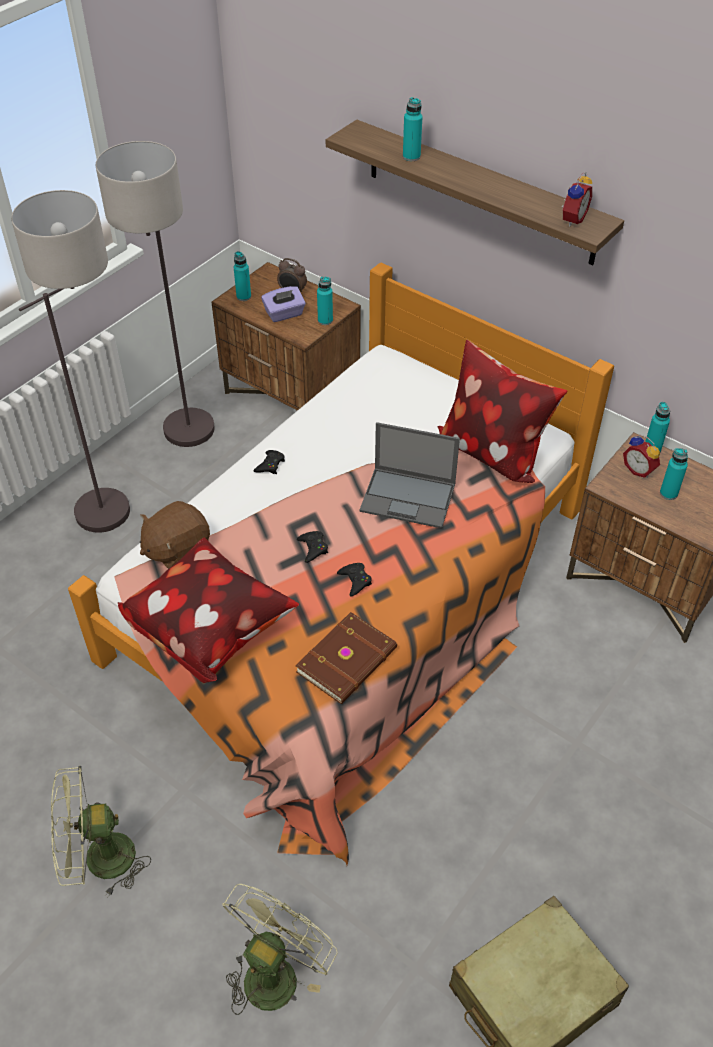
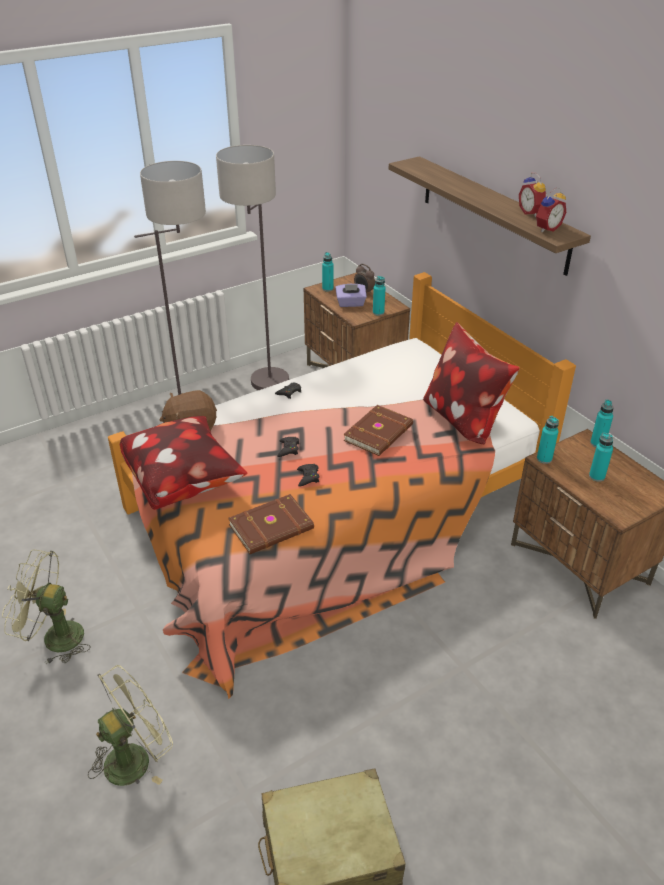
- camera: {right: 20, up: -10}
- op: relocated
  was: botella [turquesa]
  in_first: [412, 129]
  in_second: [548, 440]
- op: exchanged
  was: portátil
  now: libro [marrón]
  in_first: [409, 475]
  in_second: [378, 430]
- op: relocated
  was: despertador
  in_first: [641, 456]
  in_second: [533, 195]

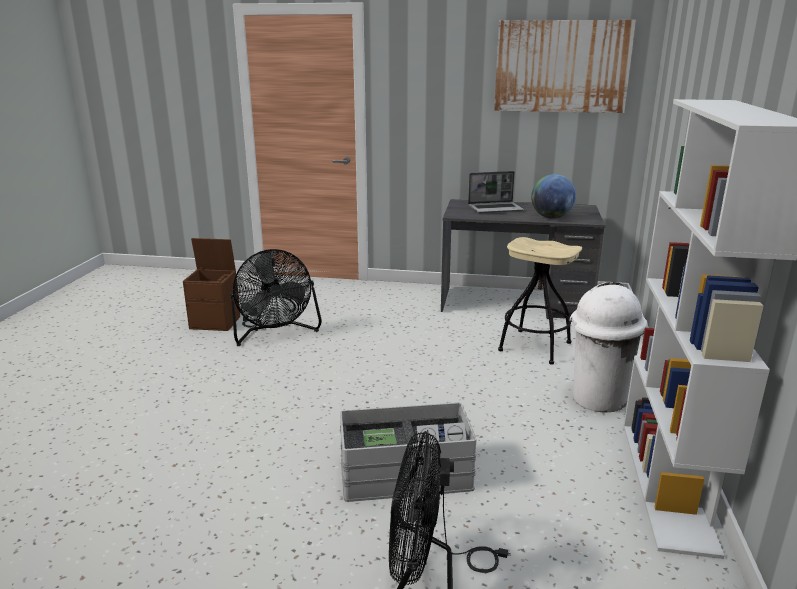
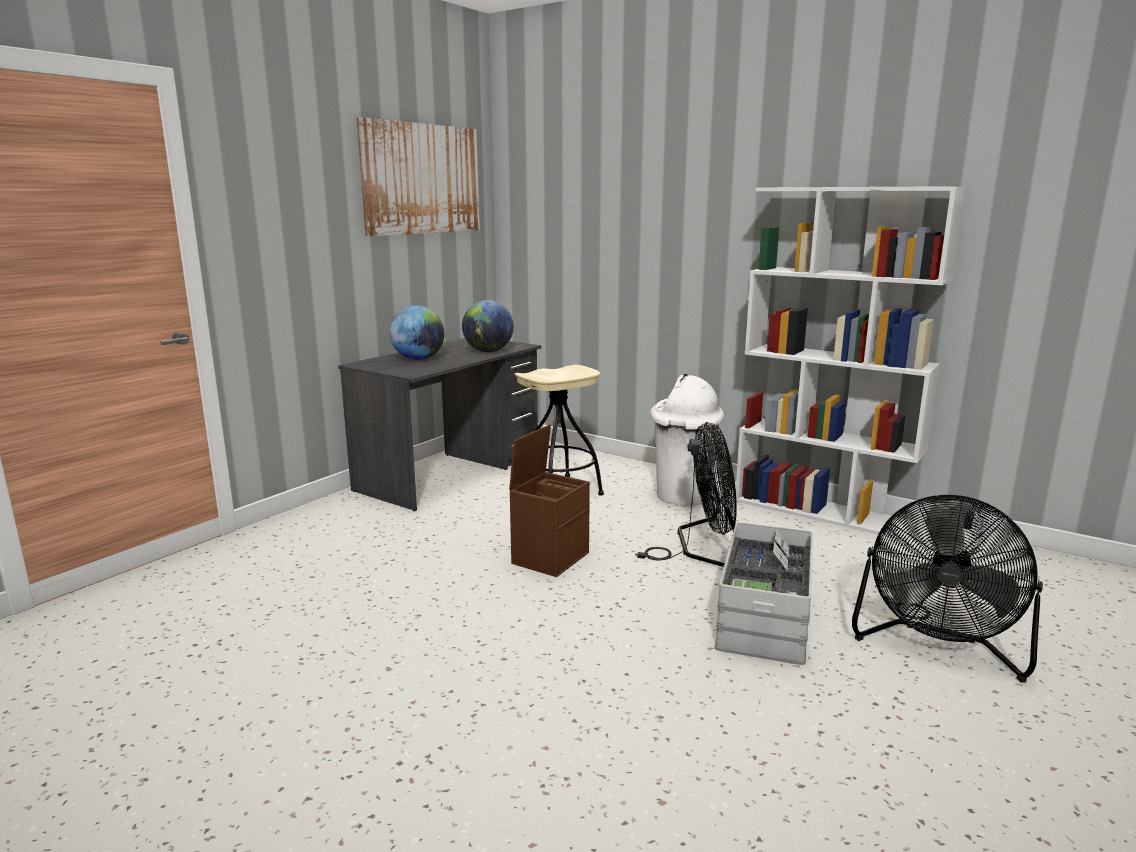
- camera: {right: -65, up: -5}
- op: exchanged
  was: portátil
  now: globo terráqueo
  in_first: [496, 192]
  in_second: [417, 333]
- op: relocated
  was: caja de almacenaje [marrón]
  in_first: [211, 284]
  in_second: [549, 500]
- op: relocated
  was: ventilador [negro]
  in_first: [276, 297]
  in_second: [686, 494]

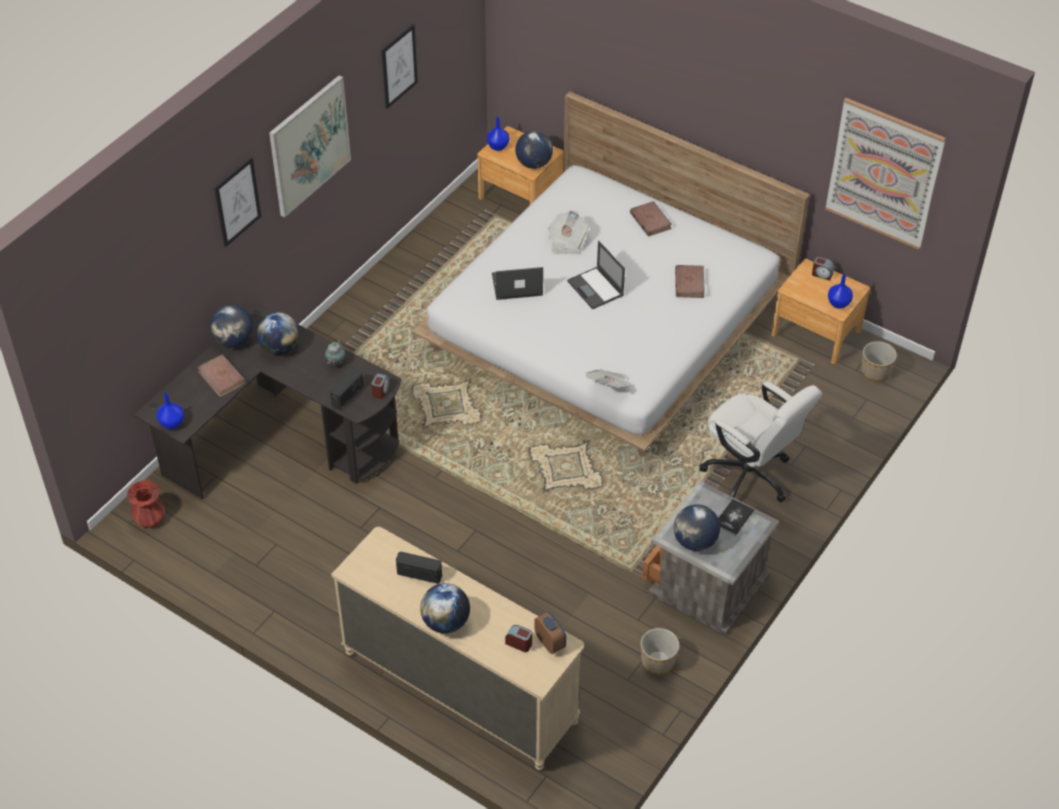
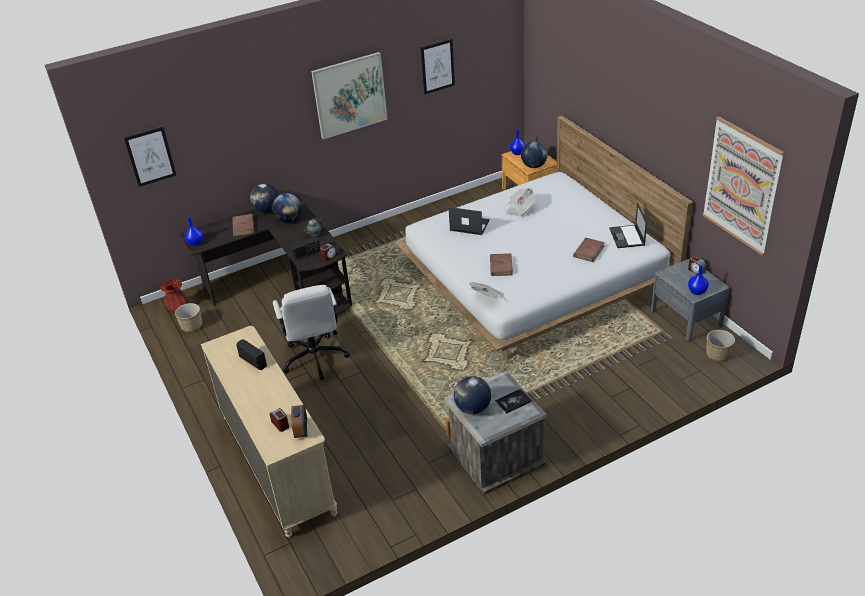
- camera: {right: 30, up: -10}
- op: relocated
  was: cuadro
  in_first: [237, 202]
  in_second: [150, 157]
- op: relocated
  was: libro [marrón]
  in_first: [651, 219]
  in_second: [501, 264]
- op: relocated
  was: portátil
  in_first: [596, 275]
  in_second: [628, 225]
- op: colour
  was: mesita de noche [marrón]
  now: mesita de noche [gris]
  in_first: [820, 312]
  in_second: [690, 300]
- op: relocated
  was: silla de oficina [blanco]
  in_first: [760, 442]
  in_second: [311, 332]
- op: missing
  was: globo terráqueo
  in_first: [445, 608]
- op: relocated
  was: maceta
  in_first: [660, 651]
  in_second: [188, 318]

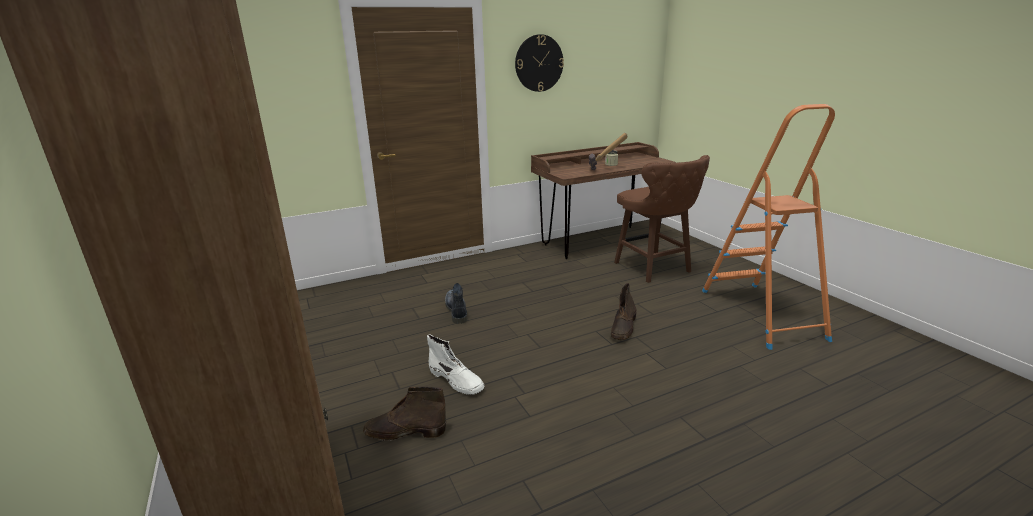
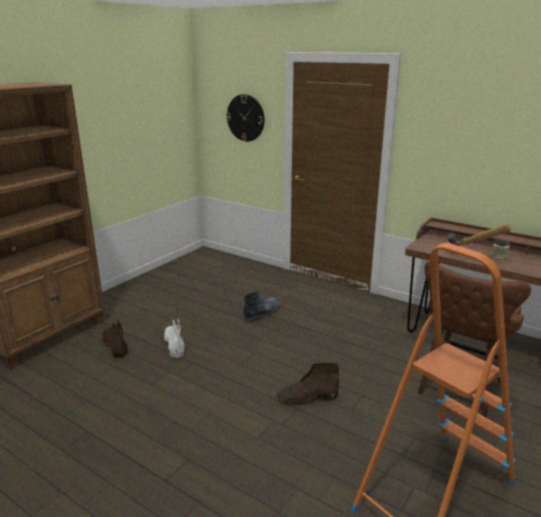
- camera: {right: 60, up: 0}
- op: relocated
  was: reloj de pared
  in_first: [539, 63]
  in_second: [245, 118]
- op: spun
  was: bota [blanco]
  in_first: [456, 364]
  in_second: [174, 338]
  clockwise: 150

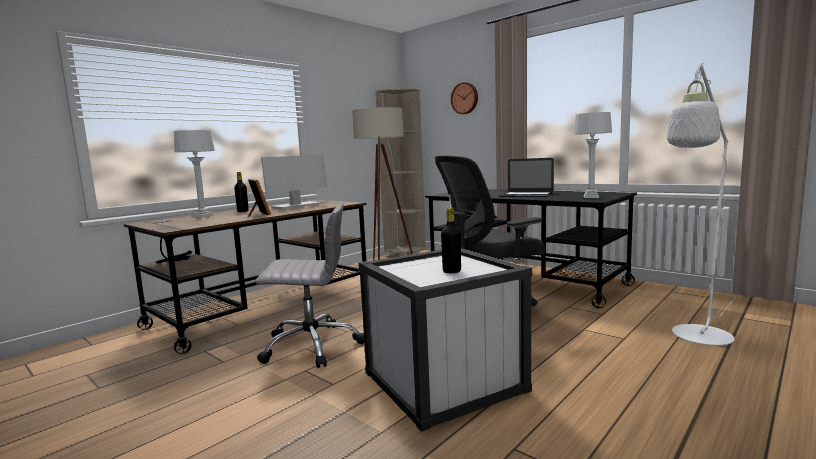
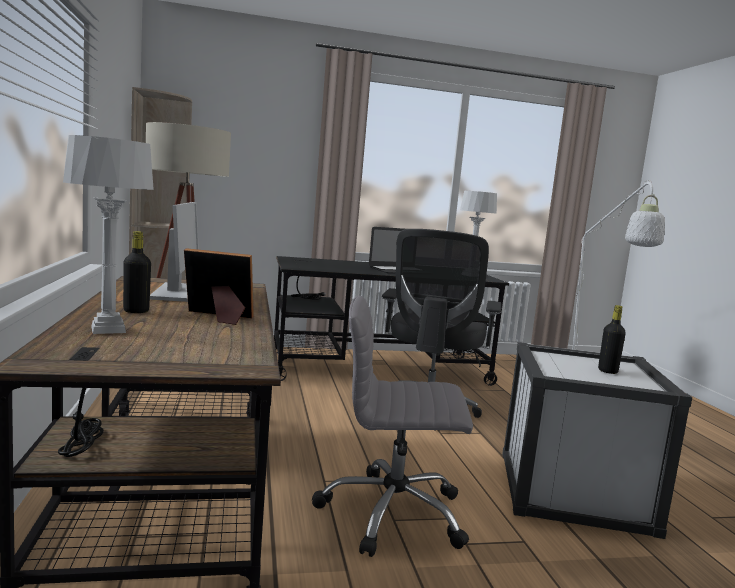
- camera: {right: -55, up: 0}
- op: missing
  was: reloj de pared
  in_first: [464, 98]
- op: spun
  was: silla de oficina [gris]
  in_first: [309, 285]
  in_second: [392, 426]
  clockwise: -120

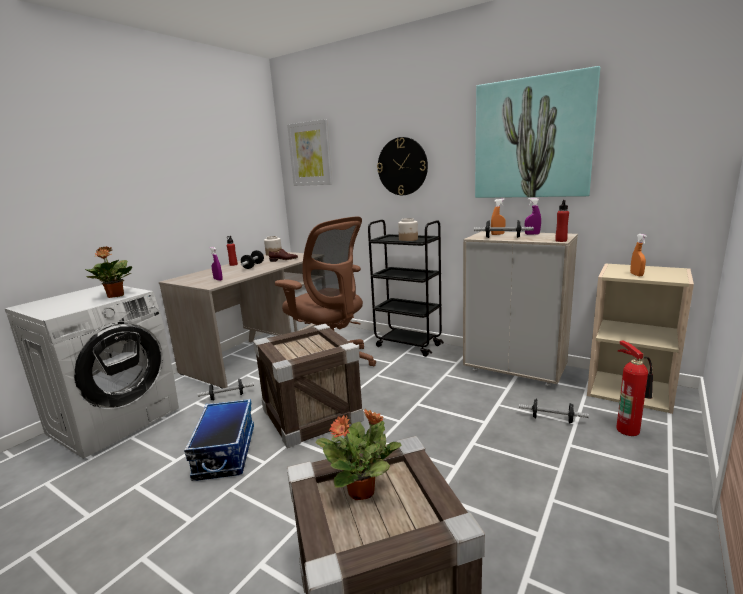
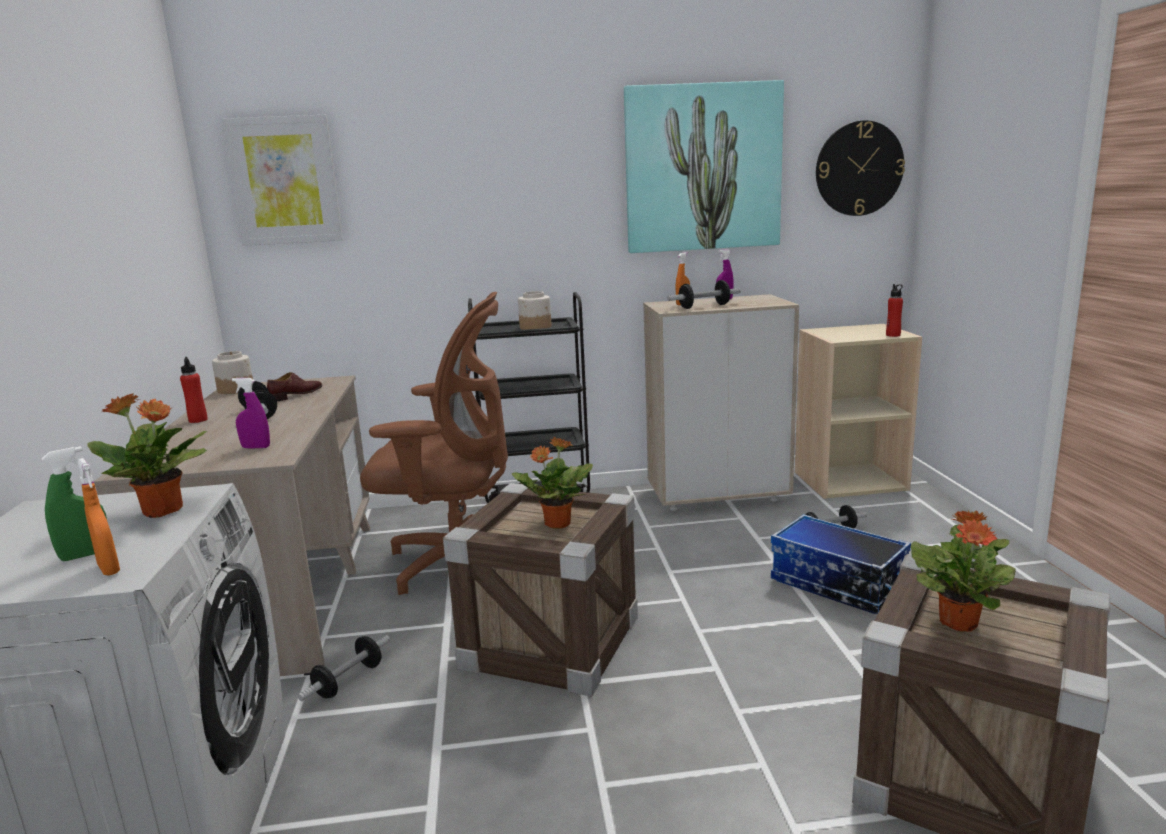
- camera: {right: -40, up: 0}
- op: relocated
  was: reloj de pared
  in_first: [402, 166]
  in_second: [860, 168]
- op: relocated
  was: botella [rojo]
  in_first: [562, 221]
  in_second: [894, 310]
- op: relocated
  was: pulverizador [naranja]
  in_first: [638, 255]
  in_second: [98, 517]
- op: missing
  was: extintor
  in_first: [634, 388]
- op: relocated
  was: caja de almacenaje
  in_first: [219, 440]
  in_second: [841, 564]
- op: appeared
  now: planta en maceta
  in_second: [552, 483]
- op: appeared
  now: pulverizador [verde]
  in_second: [74, 503]

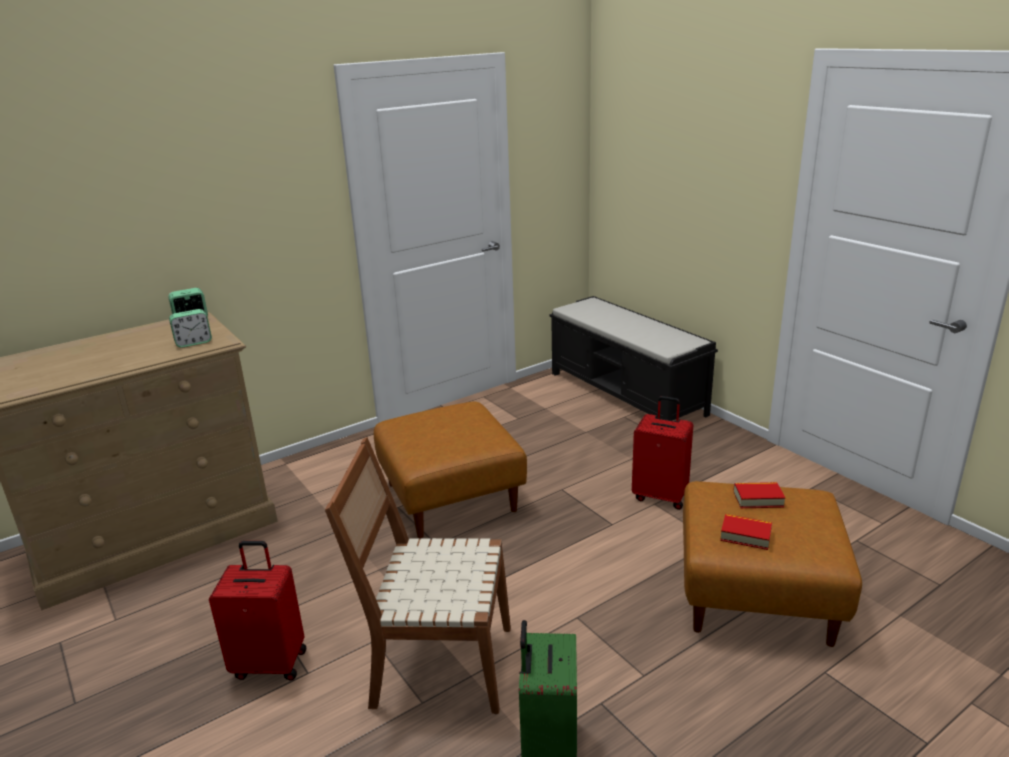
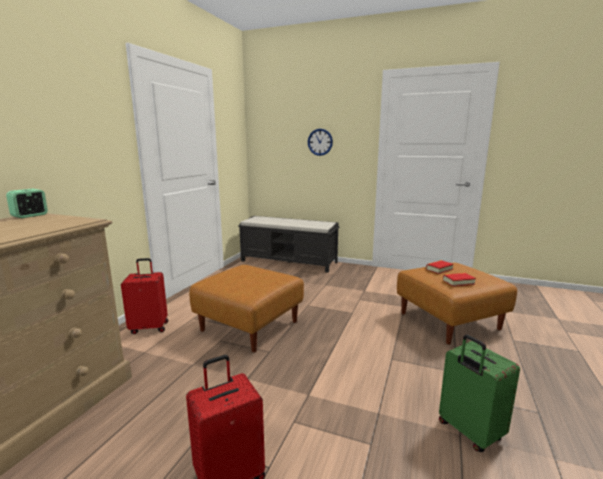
- camera: {right: -35, up: -10}
- op: missing
  was: despertador
  in_first: [190, 328]
- op: relocated
  was: maleta [rojo]
  in_first: [662, 453]
  in_second: [144, 296]
- op: missing
  was: silla
  in_first: [418, 575]
- op: appeared
  now: reloj de pared
  in_second: [320, 142]

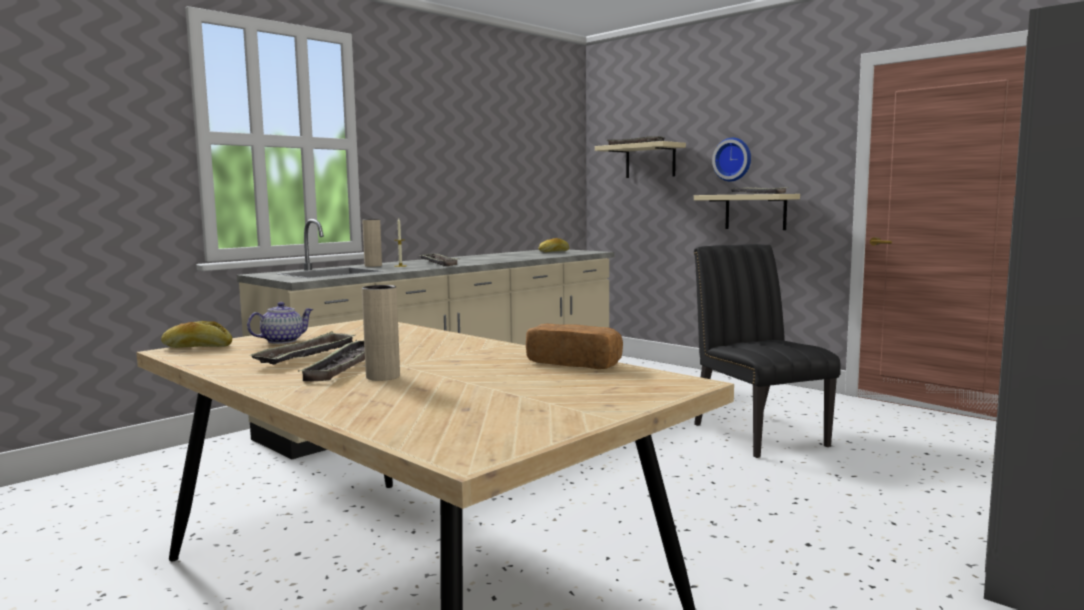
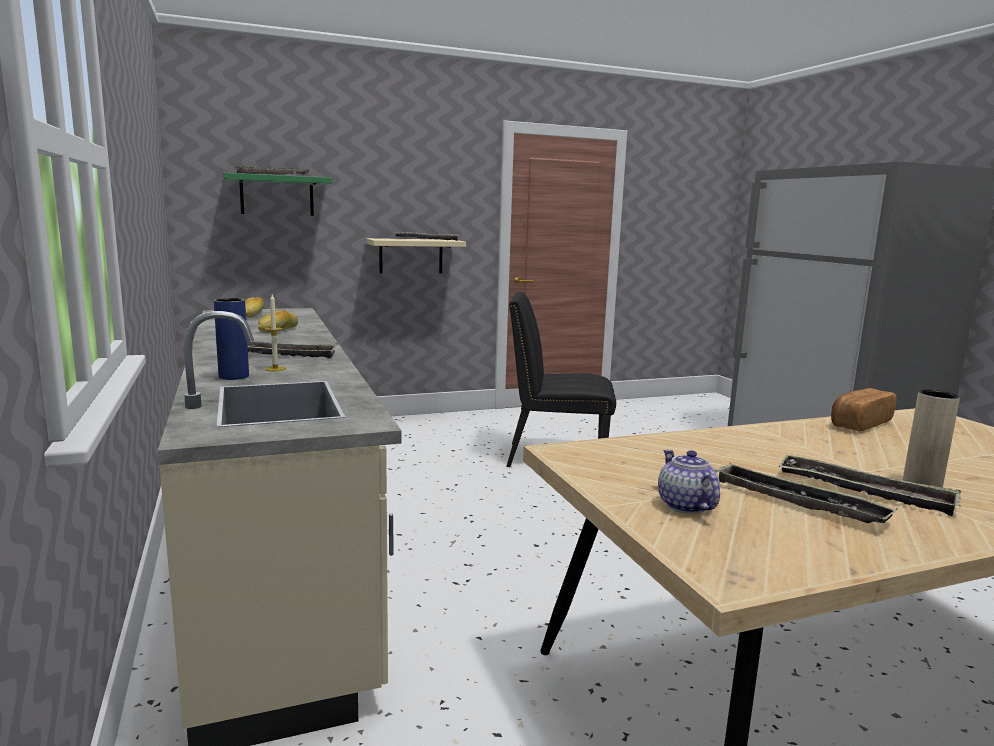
- camera: {right: -65, up: 5}
- op: missing
  was: reloj de pared
  in_first: [731, 160]
- op: colour
  was: estante [beis]
  now: estante [verde]
  in_first: [640, 159]
  in_second: [277, 194]
- op: colour
  was: florero [beis]
  now: florero [azul]
  in_first: [372, 243]
  in_second: [231, 339]
- op: relocated
  was: pan
  in_first: [196, 334]
  in_second: [278, 321]

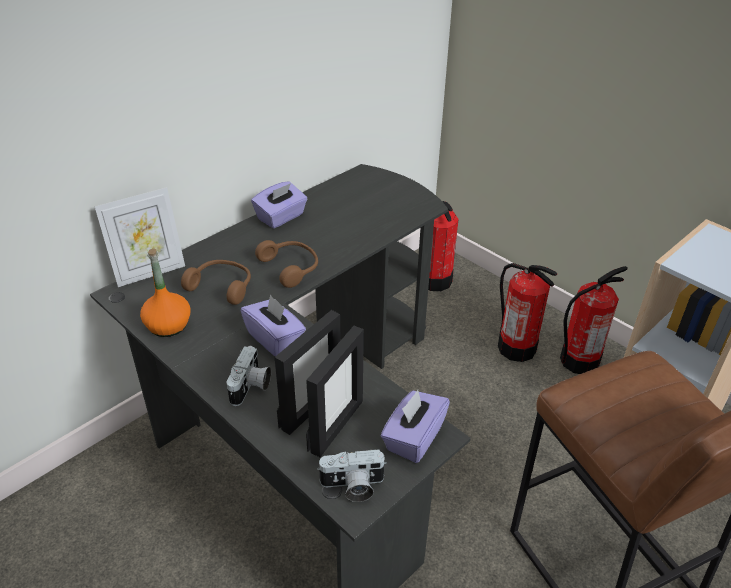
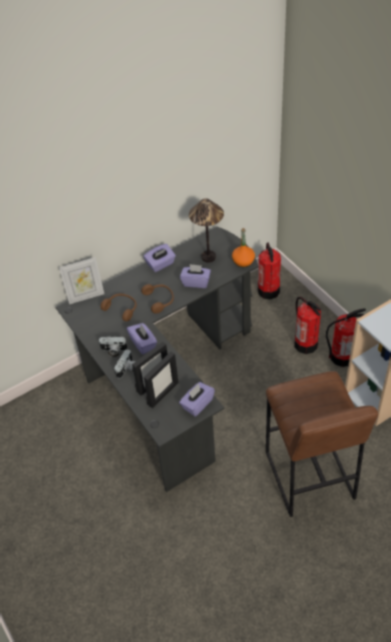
- camera: {right: 15, up: 10}
- op: relocated
  was: botella [naranja]
  in_first: [165, 292]
  in_second: [243, 247]
- op: relocated
  was: cámara
  in_first: [352, 475]
  in_second: [113, 347]
- op: appeared
  now: lámpara de mesa
  in_second: [206, 230]
- op: appeared
  now: caja de pañuelos [morado]
  in_second: [195, 276]

